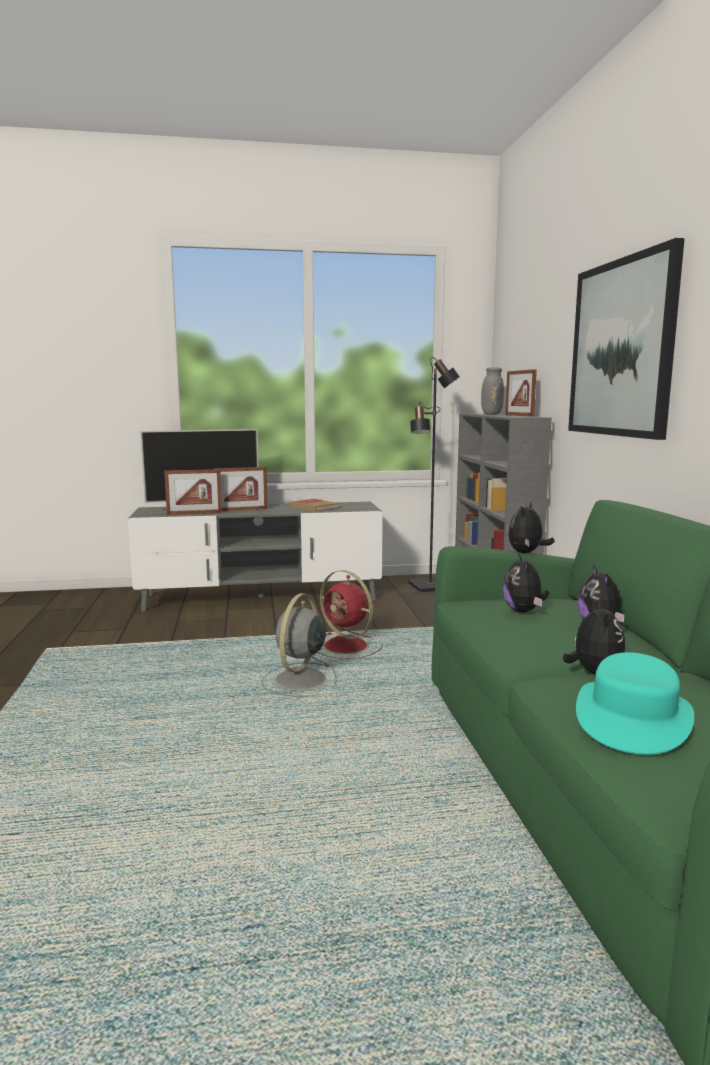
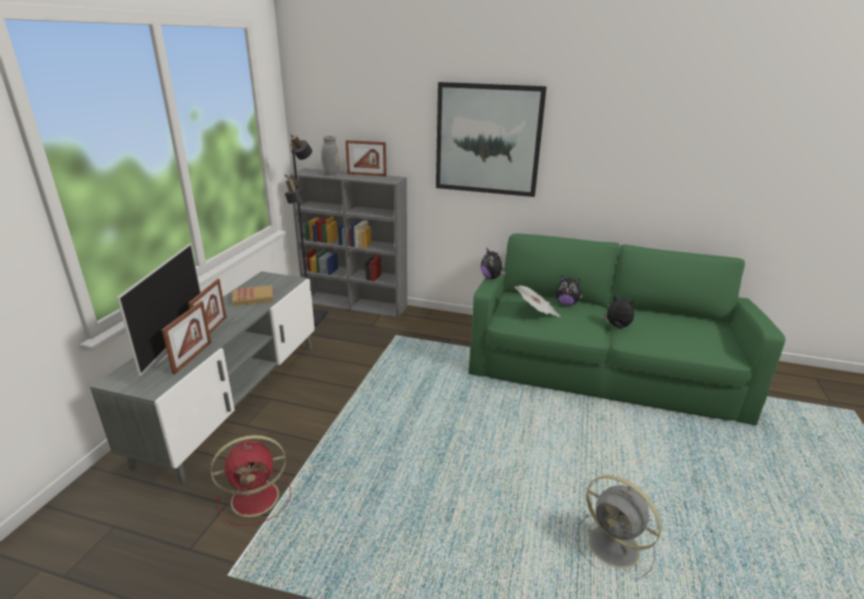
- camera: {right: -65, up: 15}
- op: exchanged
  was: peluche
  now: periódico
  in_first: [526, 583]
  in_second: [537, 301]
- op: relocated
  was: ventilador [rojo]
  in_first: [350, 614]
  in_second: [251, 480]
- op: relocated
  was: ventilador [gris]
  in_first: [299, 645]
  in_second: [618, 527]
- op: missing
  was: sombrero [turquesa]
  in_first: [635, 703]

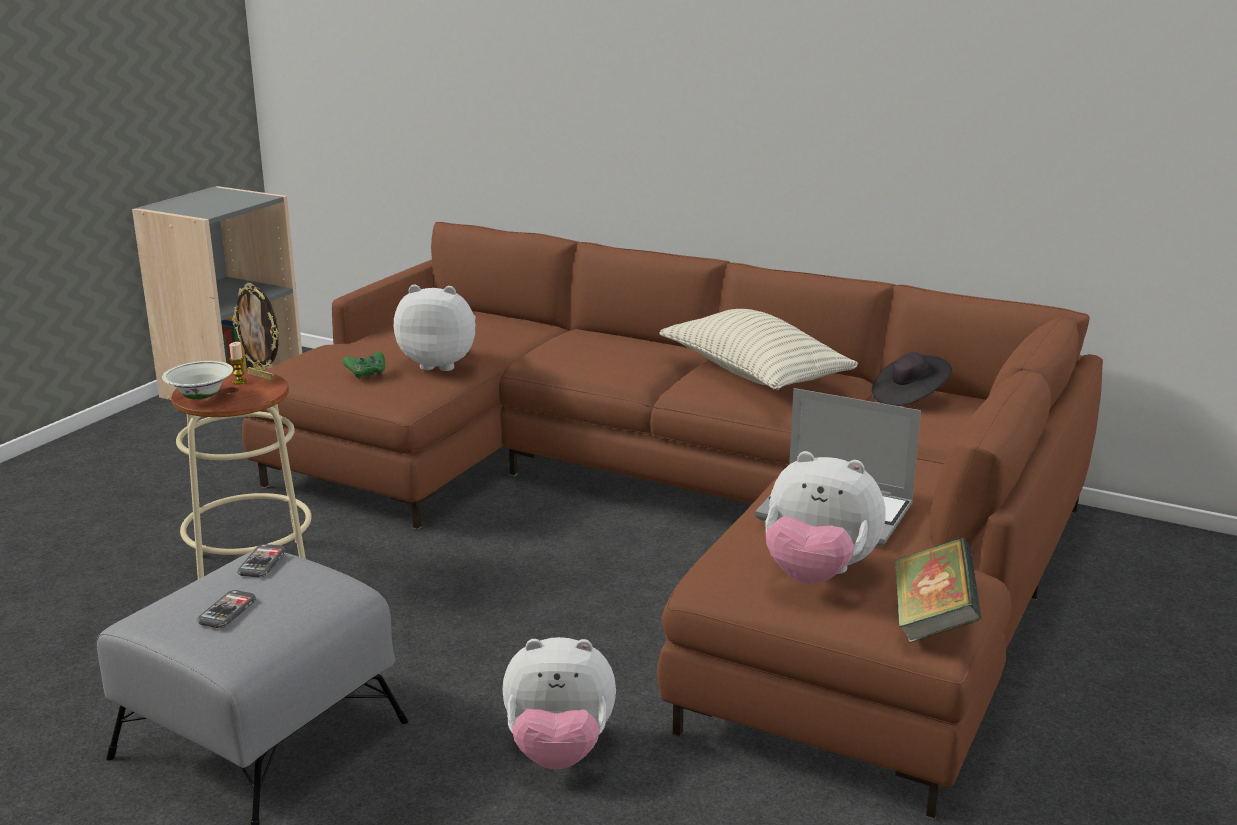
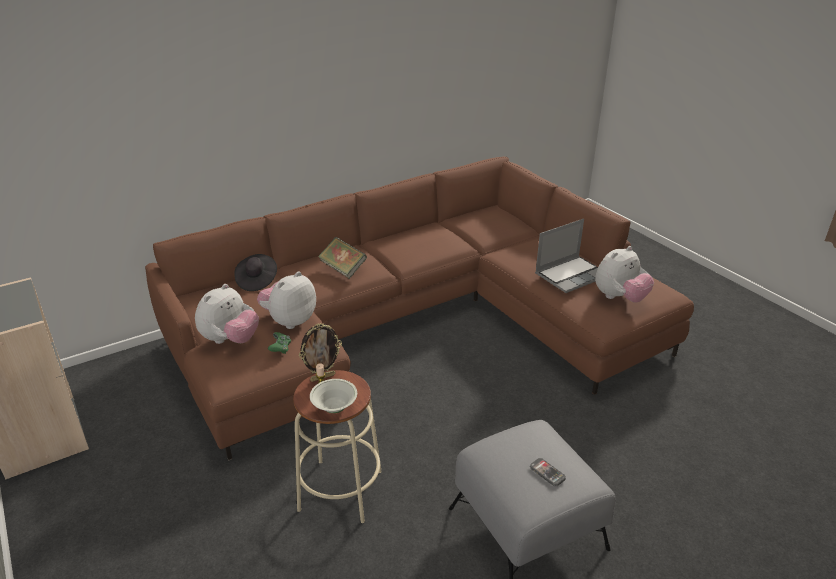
- camera: {right: -60, up: 10}
- op: missing
  was: cojín
  in_first: [758, 349]
- op: relocated
  was: sombrero [negro]
  in_first: [912, 379]
  in_second: [255, 272]
- op: relocated
  was: libro
  in_first: [938, 590]
  in_second: [342, 258]
- op: missing
  was: móvil
  in_first: [261, 560]
- op: relocated
  was: peluche
  in_first: [559, 703]
  in_second: [227, 314]

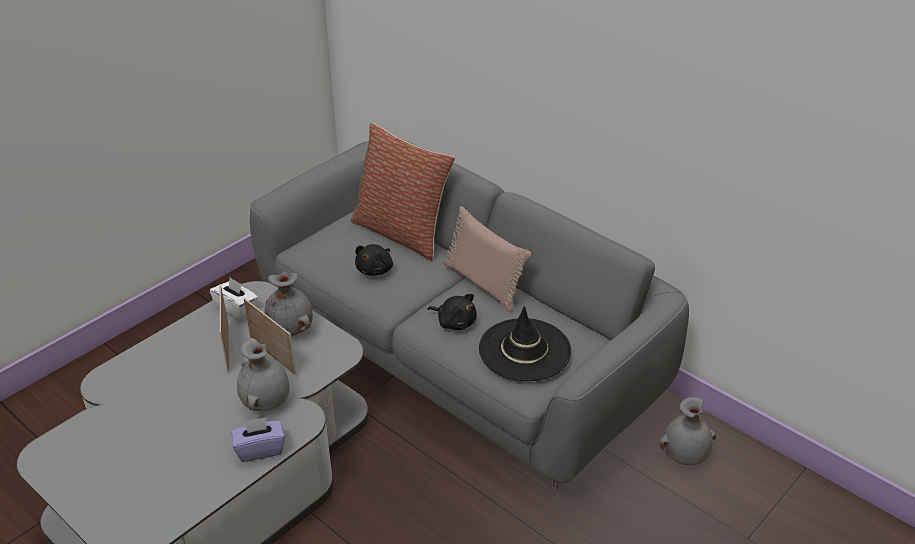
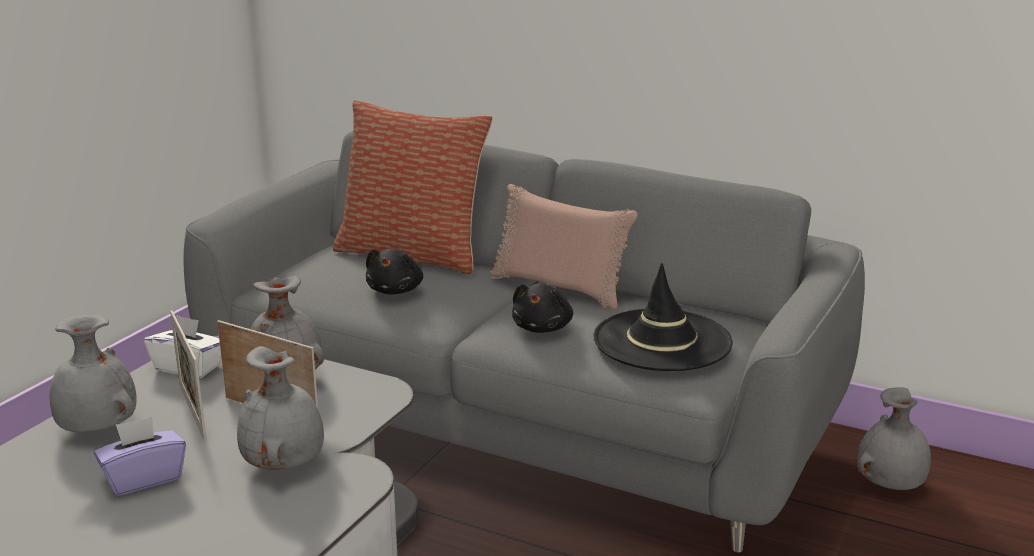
- camera: {right: -15, up: -15}
- op: spun
  was: peluche [negro]
  in_first: [452, 312]
  in_second: [542, 308]
  clockwise: 90
- op: relocated
  was: caja de pañuelos [morado]
  in_first: [258, 439]
  in_second: [140, 456]
- op: appeared
  now: florero [gris]
  in_second: [93, 373]

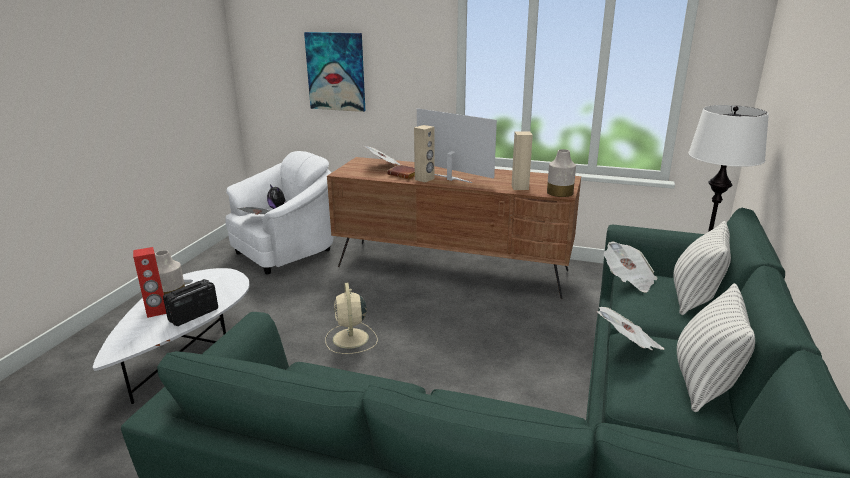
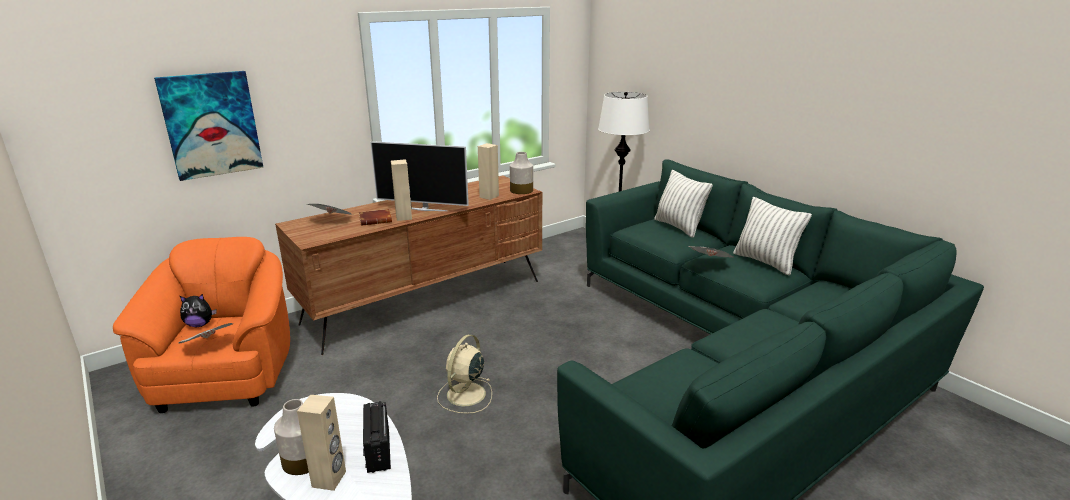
- camera: {right: -55, up: 0}
- op: spun
  was: televisor
  in_first: [457, 145]
  in_second: [419, 176]
  clockwise: -150
- op: colour
  was: sillón [blanco]
  now: sillón [naranja]
  in_first: [279, 212]
  in_second: [201, 325]
- op: missing
  was: periódico
  in_first: [631, 267]
- op: colour
  was: altavoz [rojo]
  now: altavoz [beis]
  in_first: [149, 282]
  in_second: [321, 443]
- op: spun
  was: ventilador [beis]
  in_first: [351, 318]
  in_second: [464, 374]
  clockwise: 90

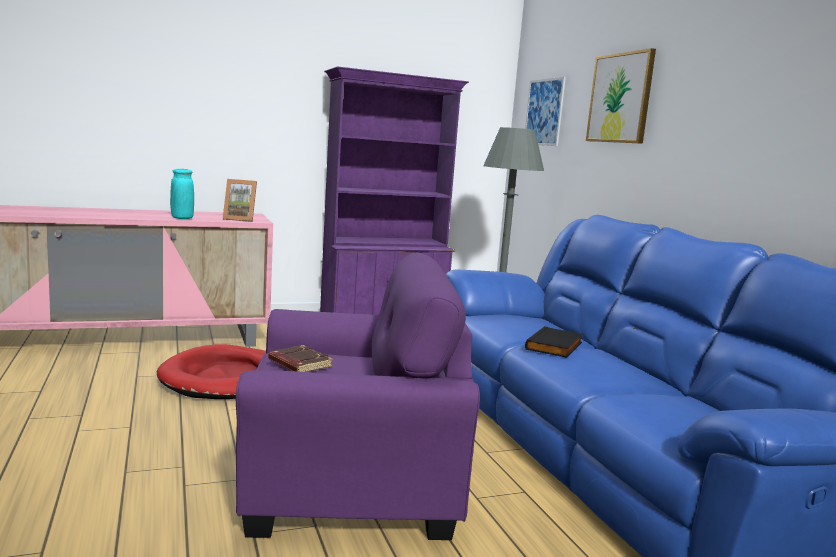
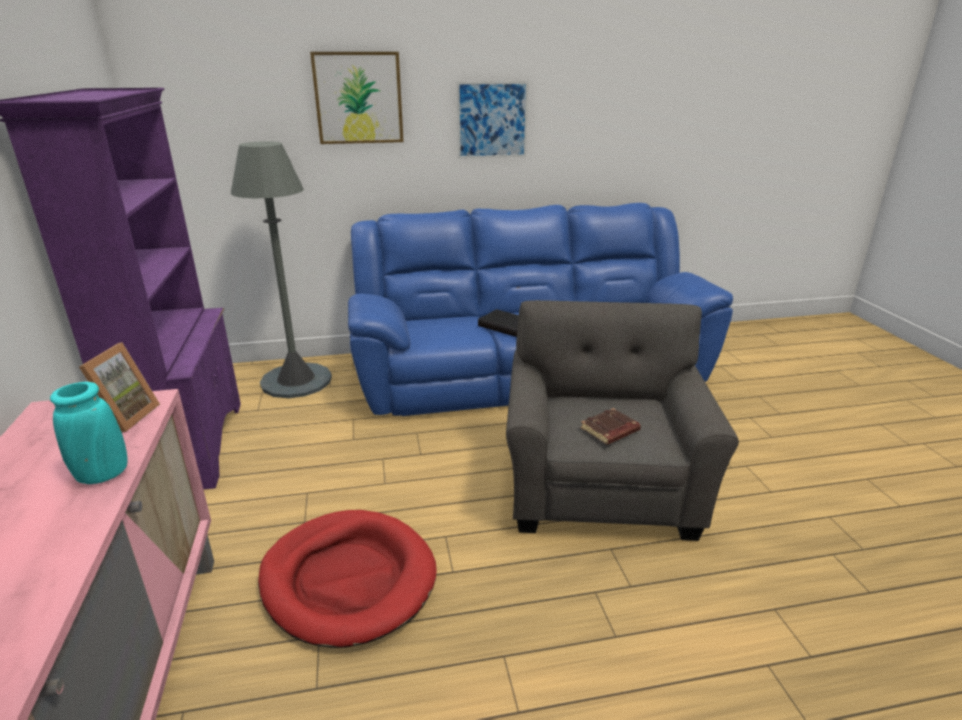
- camera: {right: -80, up: 15}
- op: relocated
  was: cuadro
  in_first: [545, 111]
  in_second: [493, 120]
- op: colour
  was: sillón [morado]
  now: sillón [gris]
  in_first: [358, 396]
  in_second: [622, 420]

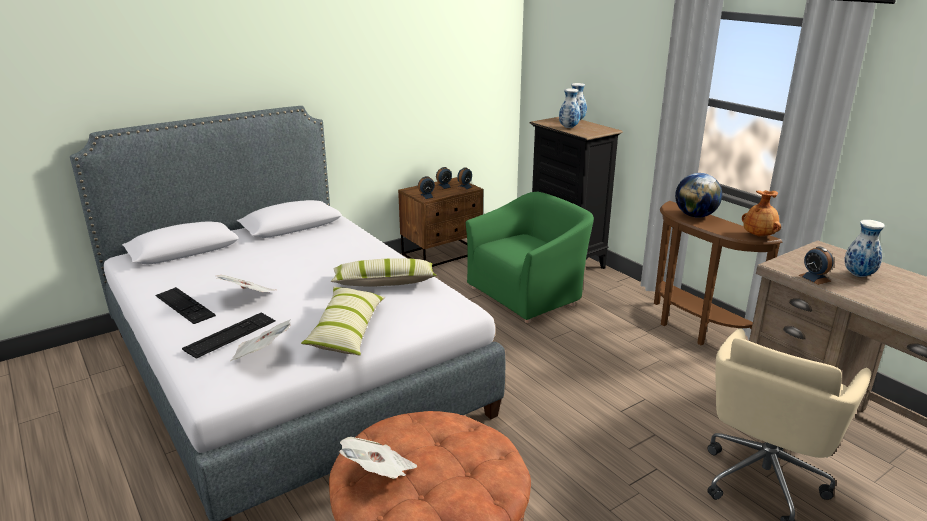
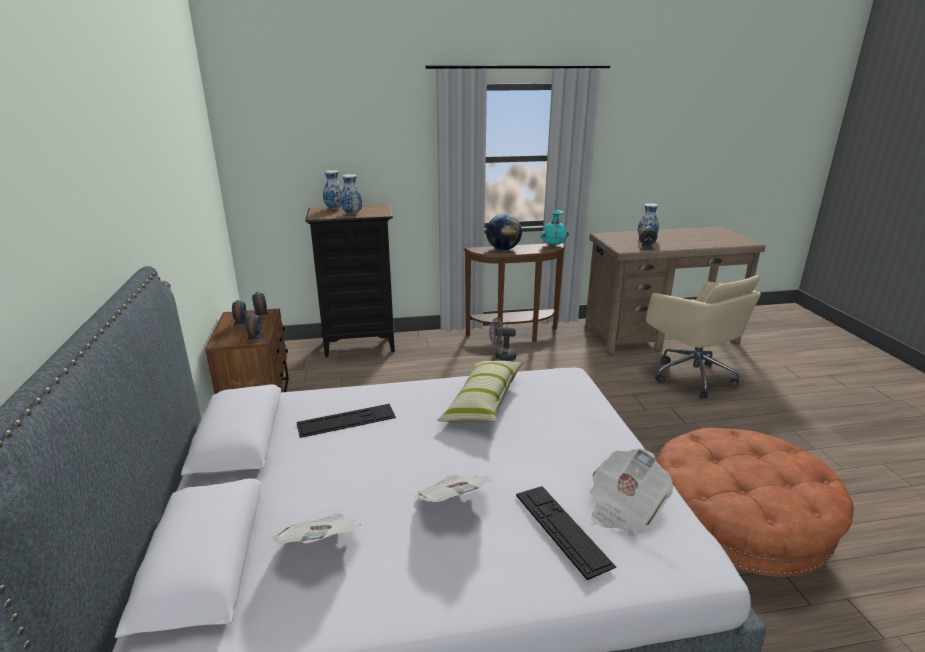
- camera: {right: -65, up: 0}
- op: colour
  was: florero [marrón]
  now: florero [turquesa]
  in_first: [761, 213]
  in_second: [555, 228]
- op: missing
  was: sillón [verde]
  in_first: [530, 257]
- op: relocated
  was: teclado
  in_first: [185, 305]
  in_second: [346, 421]
- op: missing
  was: cojín
  in_first: [343, 321]
- op: relocated
  was: periódico
  in_first: [378, 458]
  in_second: [316, 528]
- op: appeared
  now: ventilador [gris]
  in_second: [502, 339]

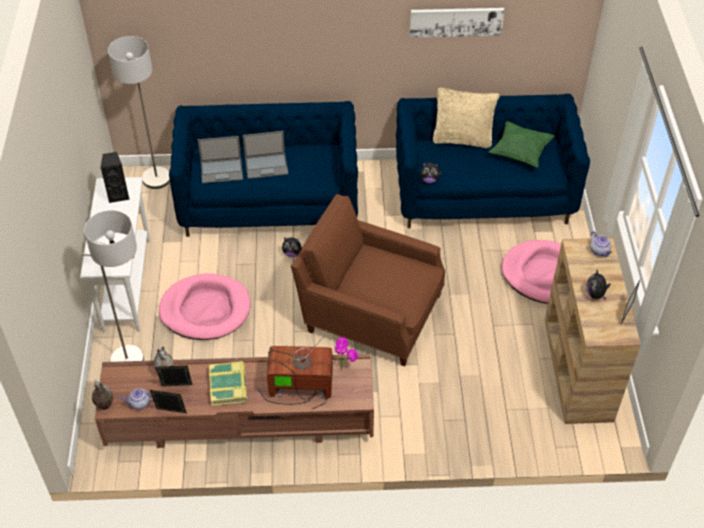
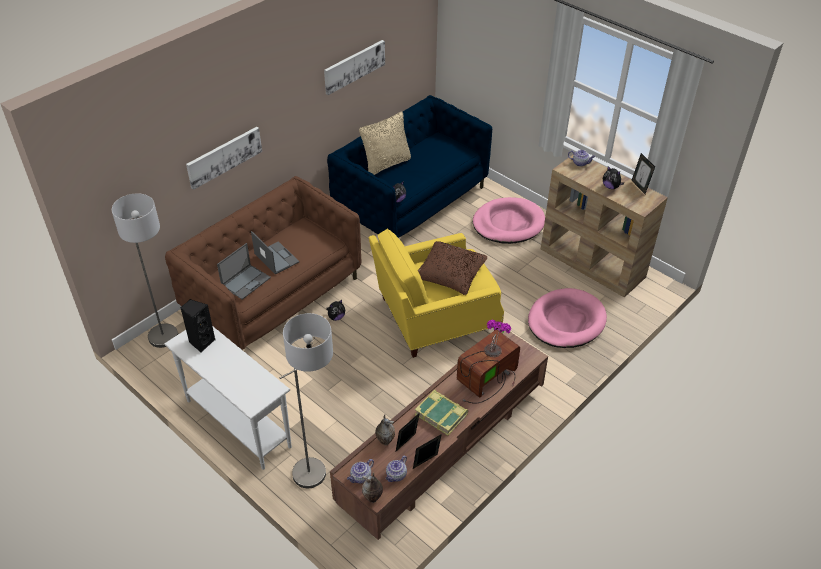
- camera: {right: -45, up: -5}
- op: colour
  was: sofá [azul]
  now: sofá [marrón]
  in_first: [263, 169]
  in_second: [263, 263]
- op: missing
  was: cojín [verde]
  in_first: [522, 144]
- op: spun
  was: portátil
  in_first: [265, 155]
  in_second: [275, 253]
  clockwise: -75
- op: colour
  was: sillón [marrón]
  now: sillón [amarillo]
  in_first: [368, 280]
  in_second: [436, 293]
- op: relocated
  was: cama para perro [rosa]
  in_first: [205, 306]
  in_second: [567, 318]
- op: appeared
  now: cuadro
  in_second: [224, 158]
- op: appeared
  now: cojín [marrón]
  in_second: [452, 268]
- op: appeared
  now: tetera
  in_second: [360, 471]

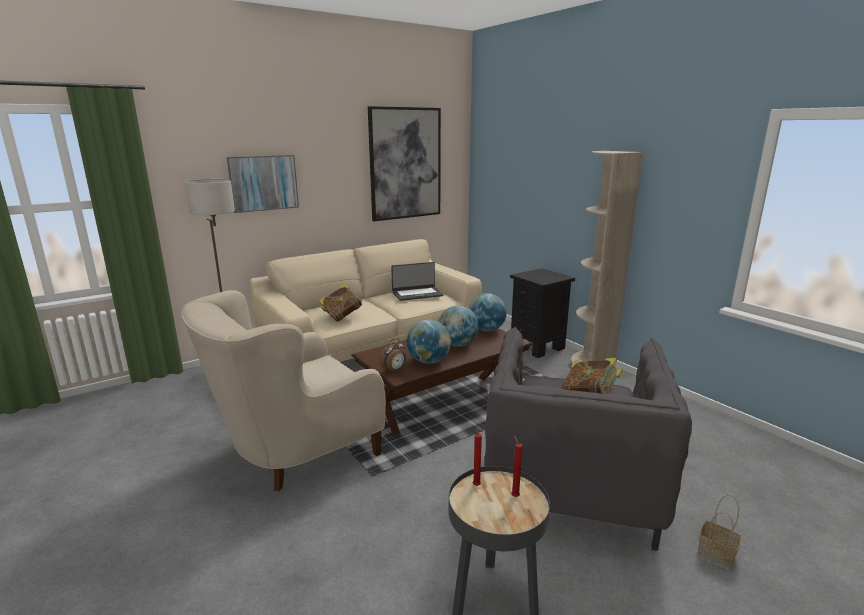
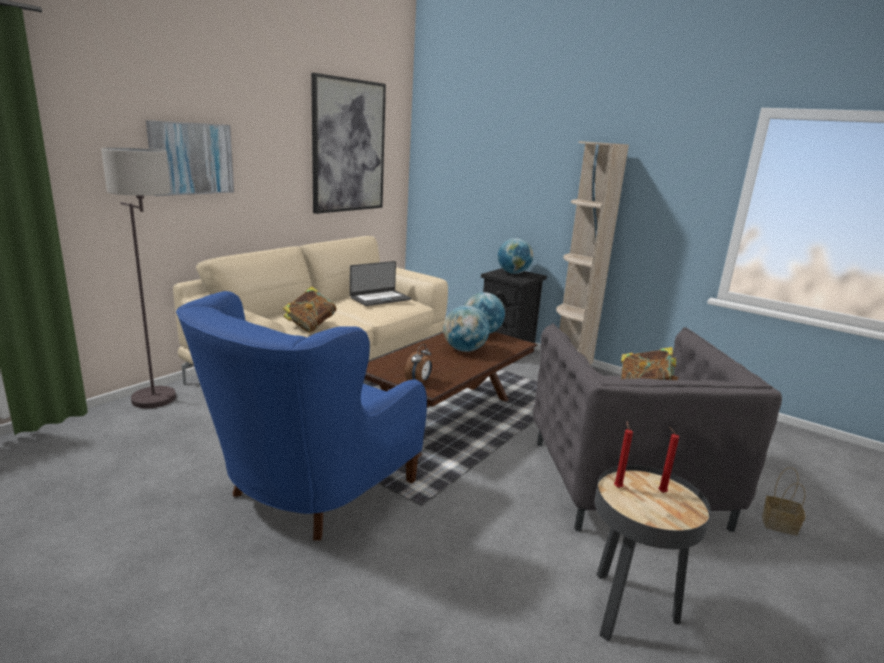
- camera: {right: -20, up: 0}
- op: colour
  was: sillón [beis]
  now: sillón [azul]
  in_first: [284, 390]
  in_second: [301, 416]
- op: relocated
  was: globo terráqueo
  in_first: [429, 341]
  in_second: [515, 256]

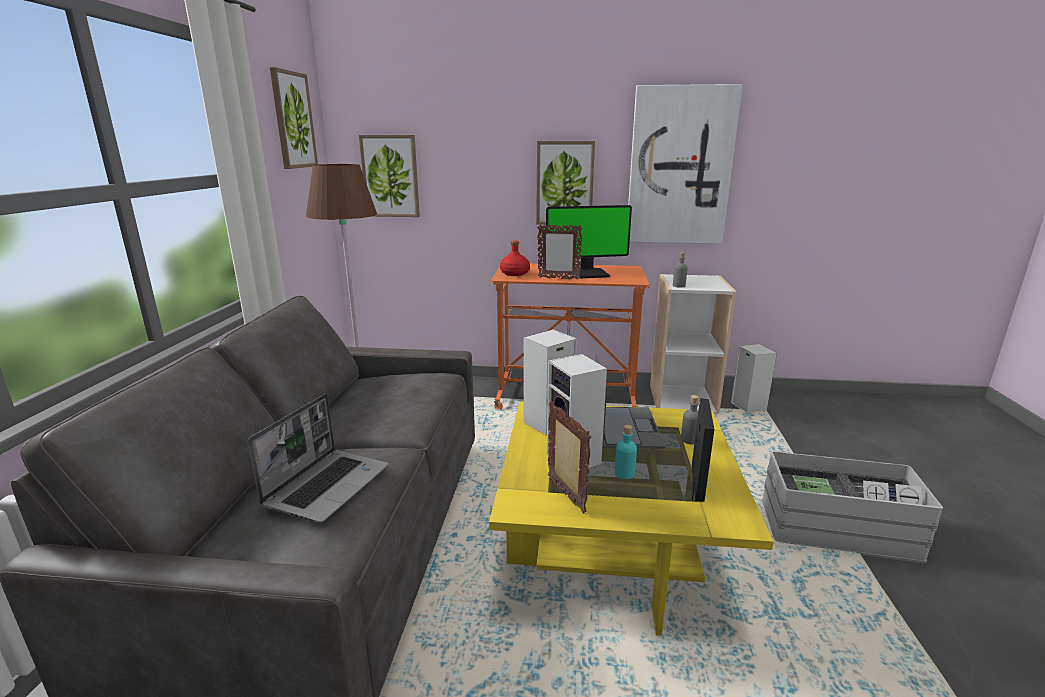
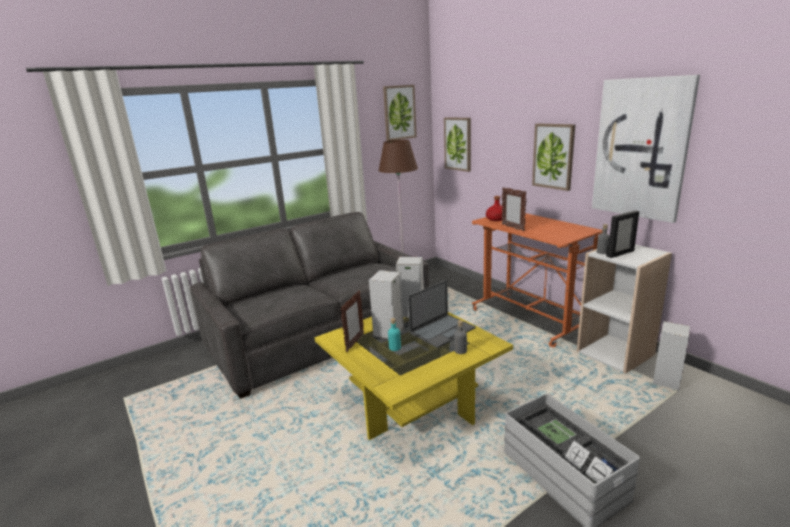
- camera: {right: 50, up: 0}
- op: missing
  was: monitor
  in_first: [589, 241]
- op: missing
  was: portátil
  in_first: [318, 458]
- op: relocated
  was: portarretratos
  in_first: [703, 450]
  in_second: [622, 234]

